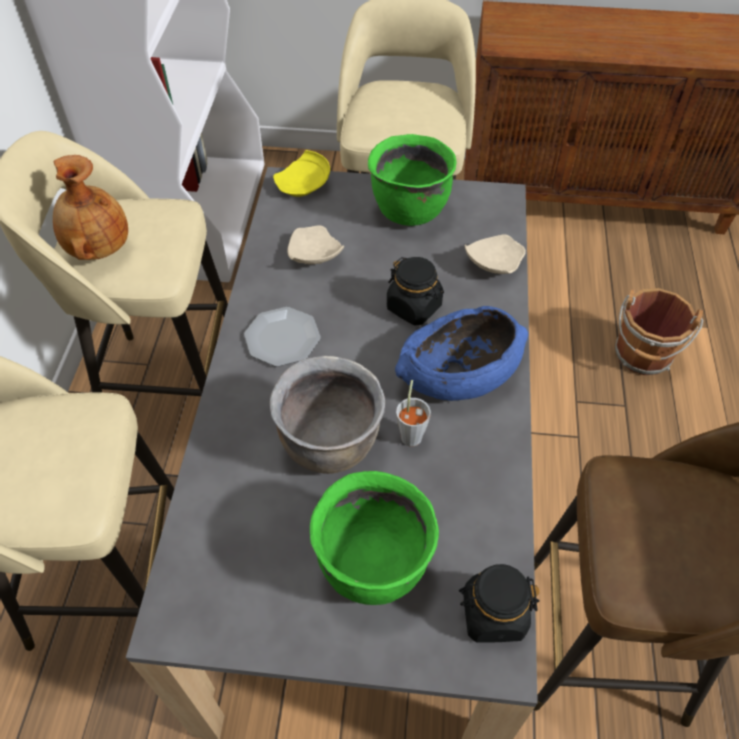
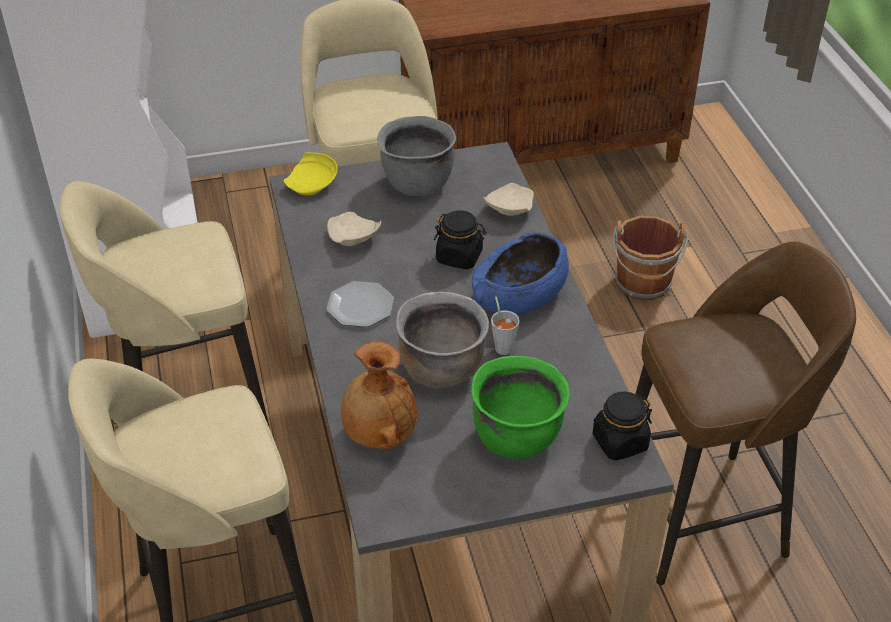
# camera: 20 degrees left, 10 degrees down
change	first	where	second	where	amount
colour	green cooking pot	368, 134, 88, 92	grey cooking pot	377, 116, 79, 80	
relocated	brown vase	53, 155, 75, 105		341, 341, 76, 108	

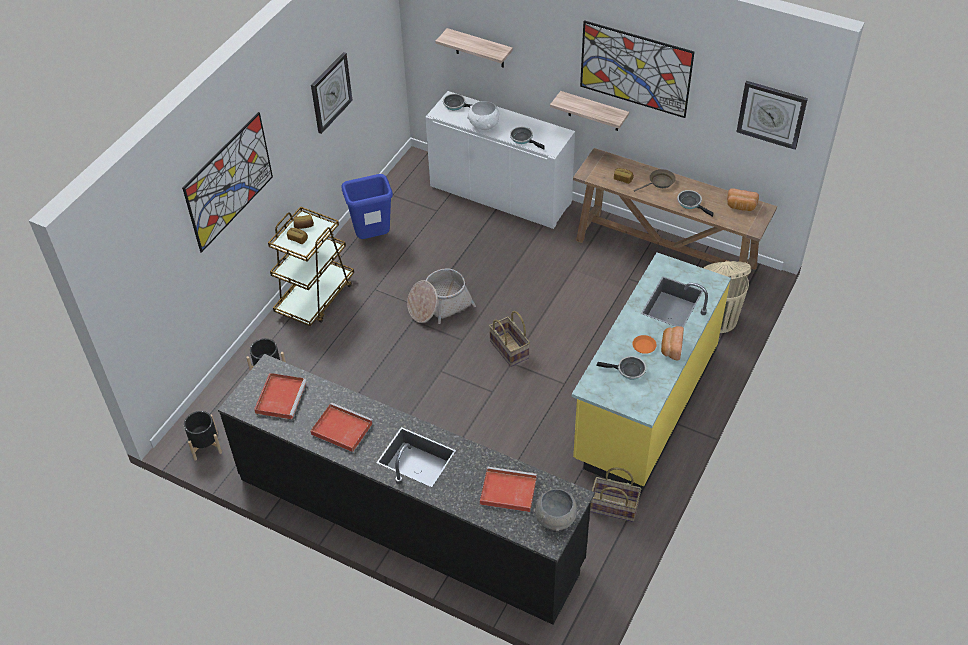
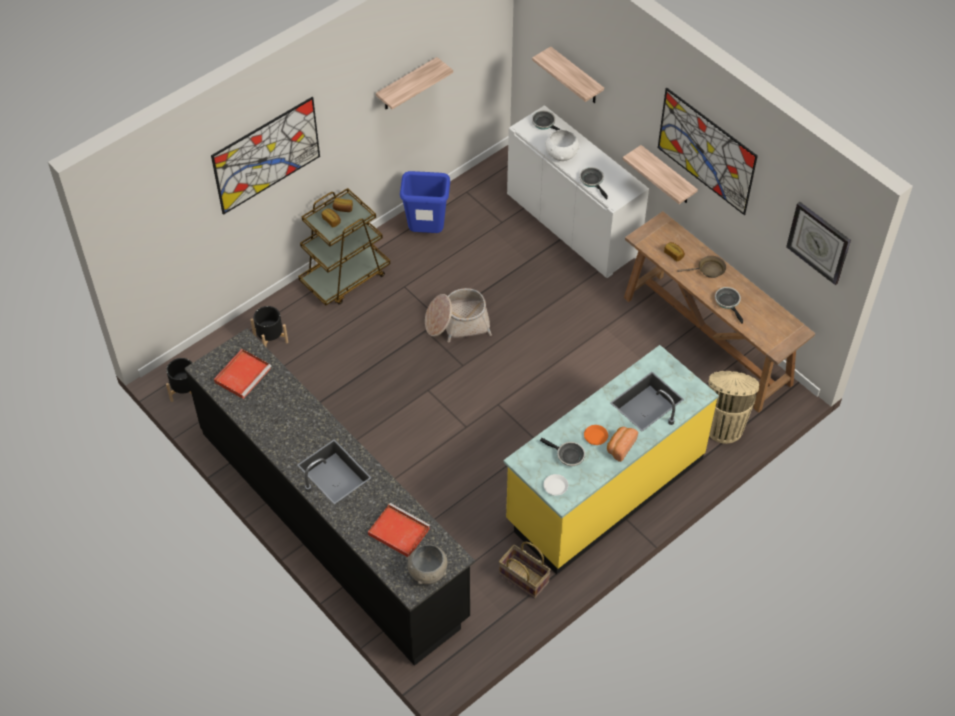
# camera: 20 degrees right, 5 degrees up
change	first	where	second	where	amount
exchanged	wall clock	311, 52, 42, 82	shelf	376, 57, 77, 52	
missing	bread	727, 188, 32, 23			
missing	basket	489, 311, 41, 56			
missing	red tray	311, 402, 62, 50			
appeared			white plate	543, 474, 25, 22	

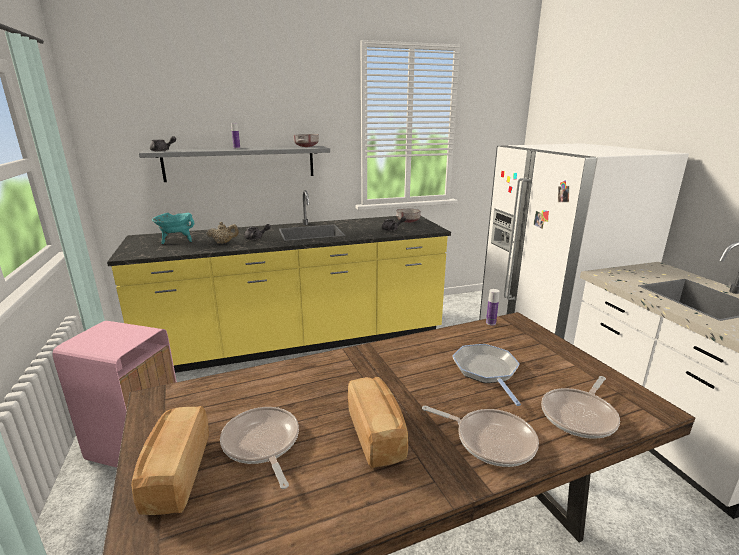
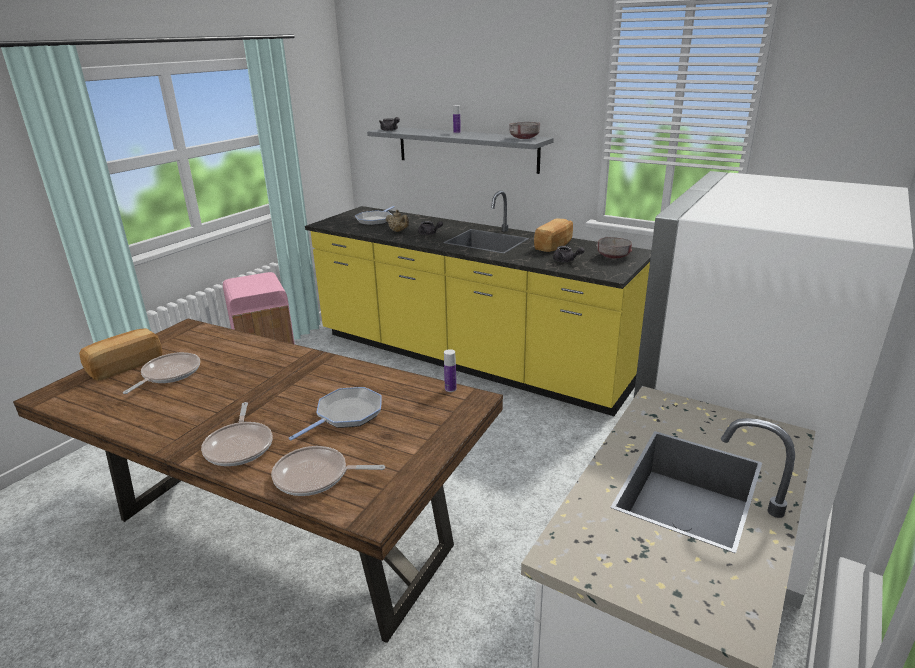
# camera: 50 degrees right, 5 degrees up
change	first	where	second	where	amount
exchanged	turquoise cooking pot	152, 213, 43, 31	frying pan	355, 206, 40, 19	
relocated	bread	348, 377, 60, 92		534, 218, 39, 34	

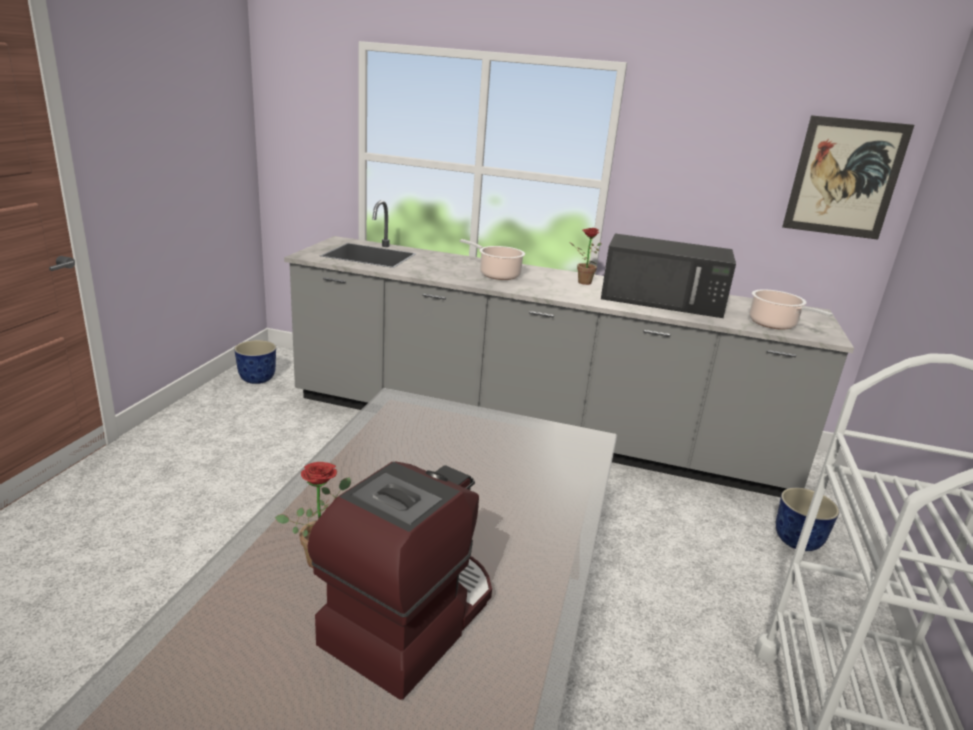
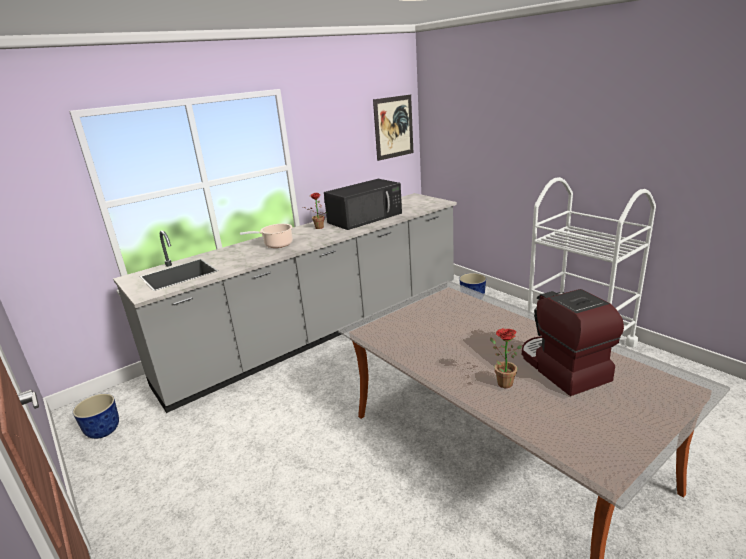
# camera: 50 degrees left, 0 degrees up
change	first	where	second	where	amount
missing	cooking pot	749, 289, 84, 41			

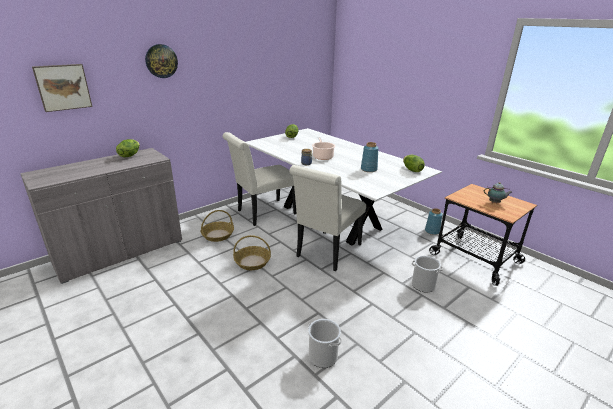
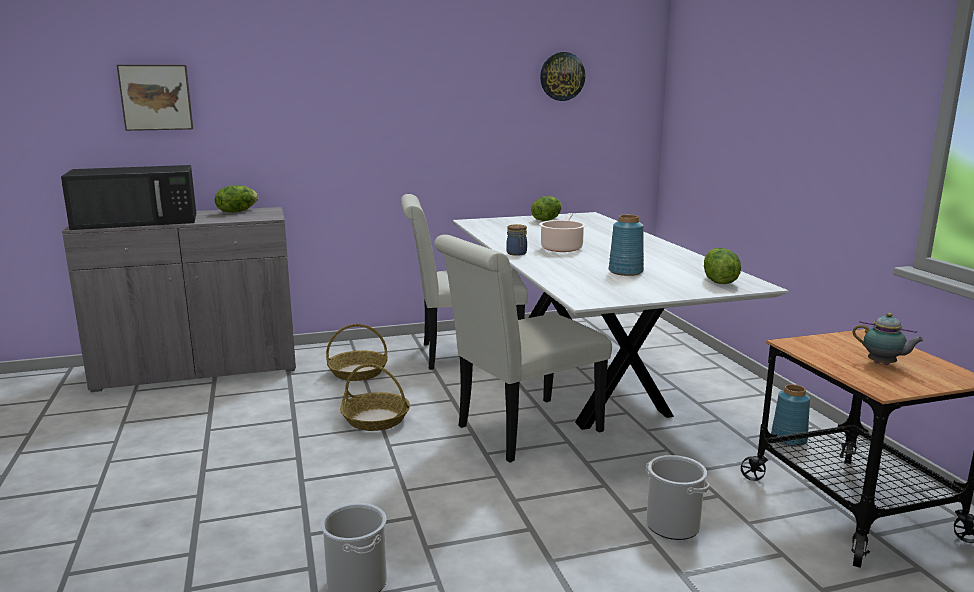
# camera: 25 degrees right, 10 degrees down
change	first	where	second	where	amount
relocated	wall clock	145, 44, 33, 34		540, 52, 45, 49	
appeared			black microwave	61, 165, 135, 65	

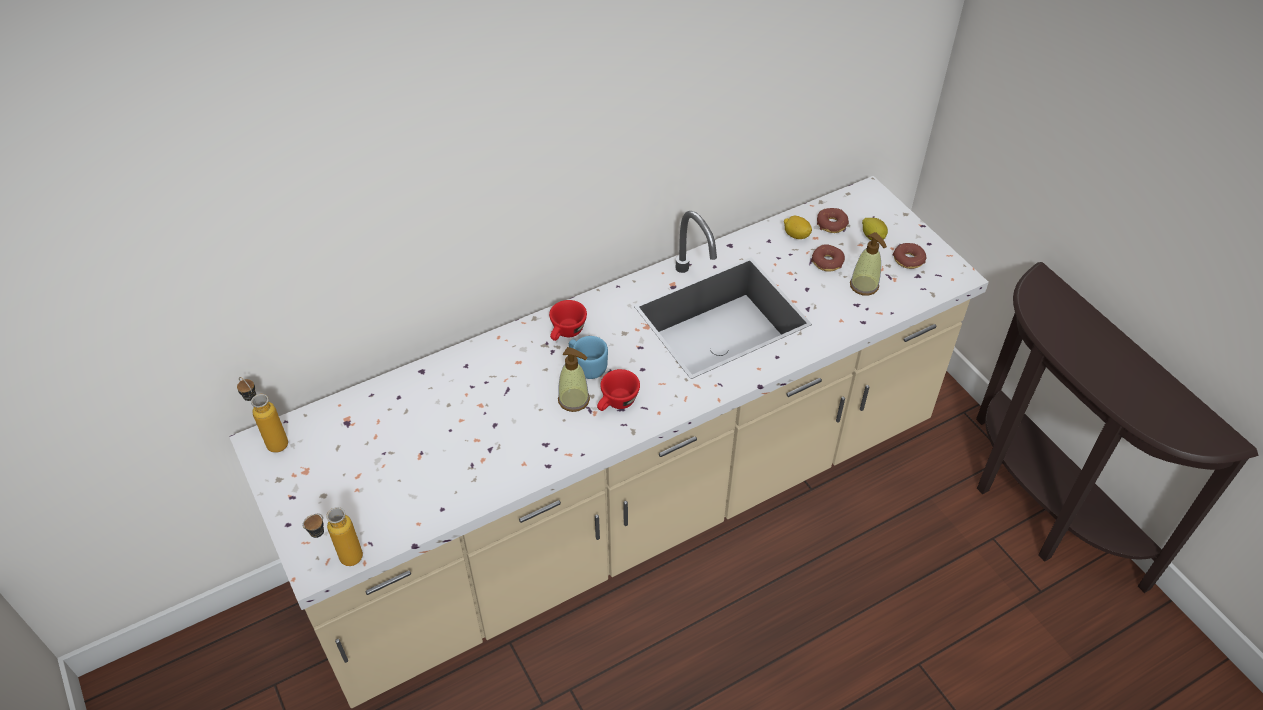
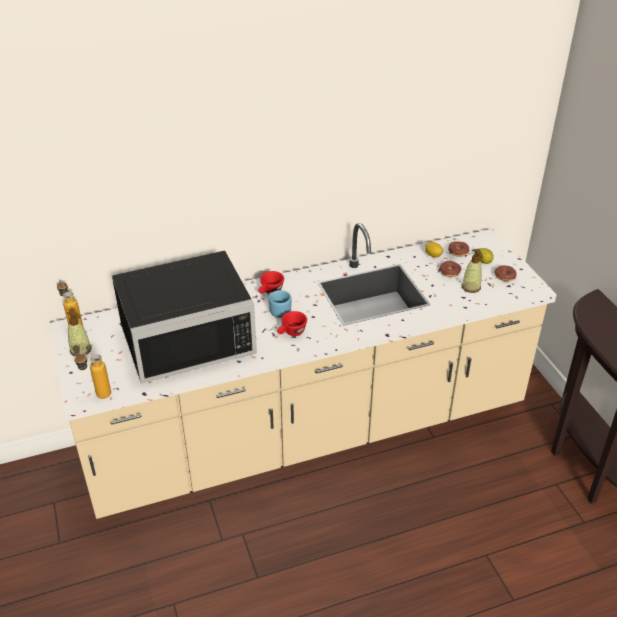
# camera: 10 degrees right, 10 degrees down
change	first	where	second	where	amount
relocated	soap dispenser	558, 347, 32, 65		66, 310, 25, 47	
appeared			black microwave	112, 251, 145, 132	

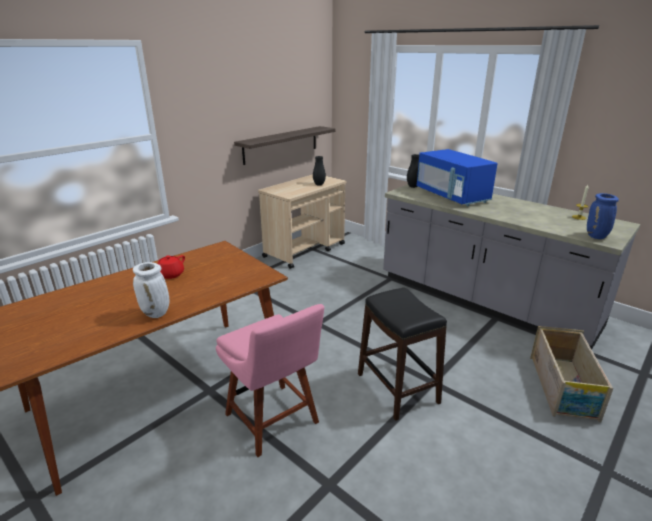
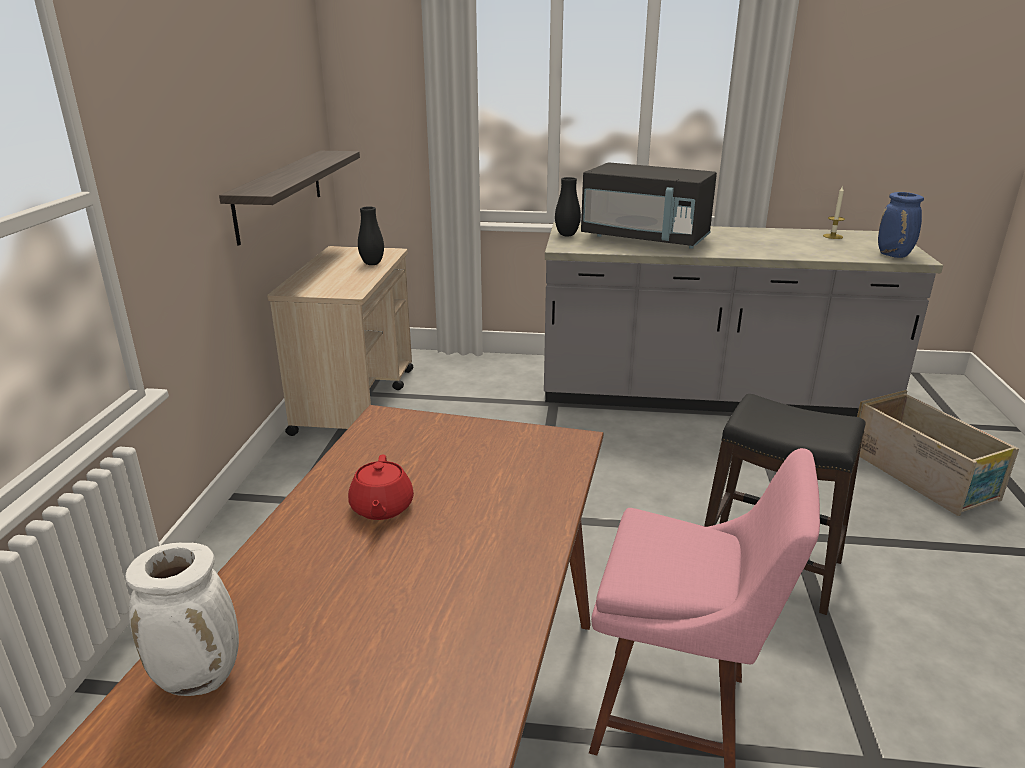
# camera: 35 degrees left, 0 degrees up
change	first	where	second	where	amount
colour	blue microwave	417, 149, 81, 57	black microwave	581, 162, 136, 87	
relocated	white vase	133, 262, 36, 56		126, 543, 113, 153	

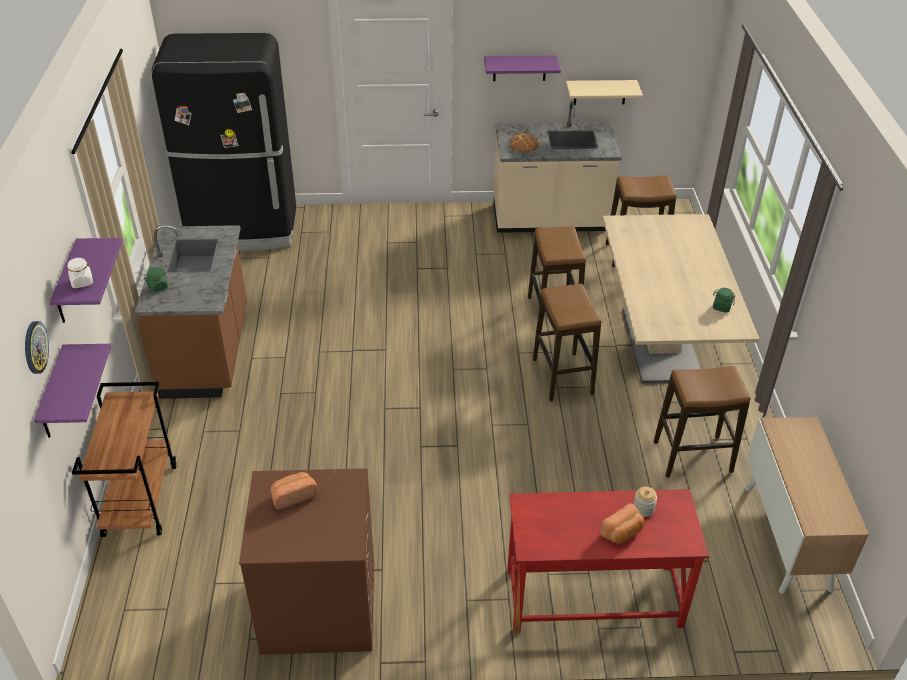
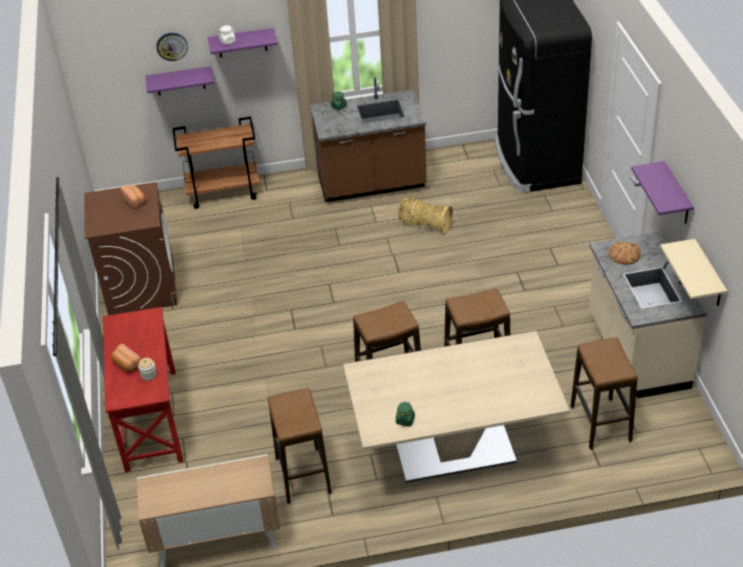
# camera: 85 degrees right, 0 degrees up
change	first	where	second	where	amount
appeared			basket	398, 197, 55, 36	

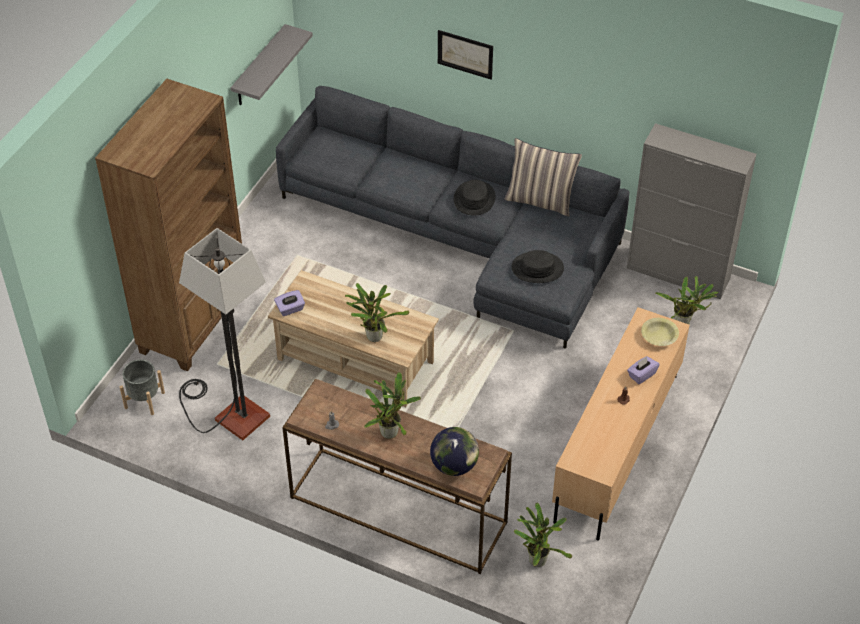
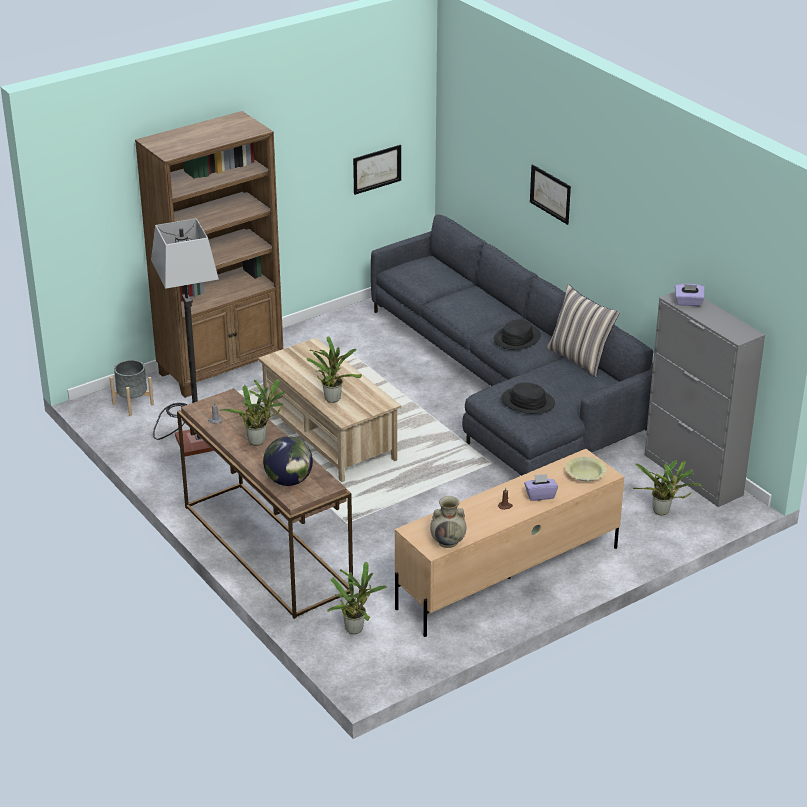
# camera: 30 degrees right, 15 degrees down
change	first	where	second	where	amount
exchanged	grey shelf	231, 24, 82, 81	picture	353, 145, 48, 50	
relocated	purple tissue box	274, 290, 31, 26		675, 284, 30, 22	
appeared			beige vase	430, 496, 36, 52	

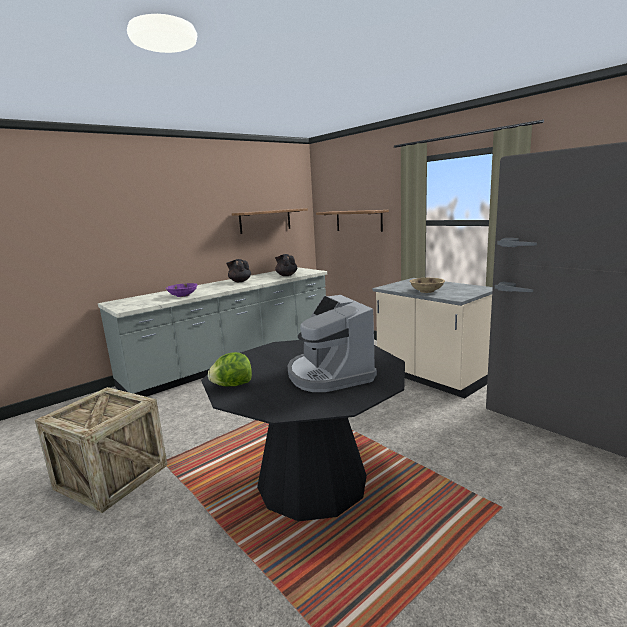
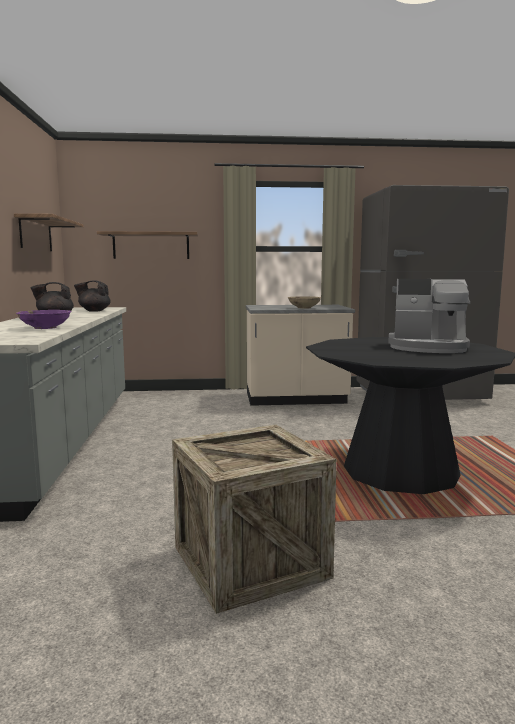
# camera: 55 degrees left, 5 degrees down
change	first	where	second	where	amount
missing	lettuce	208, 352, 44, 34			

